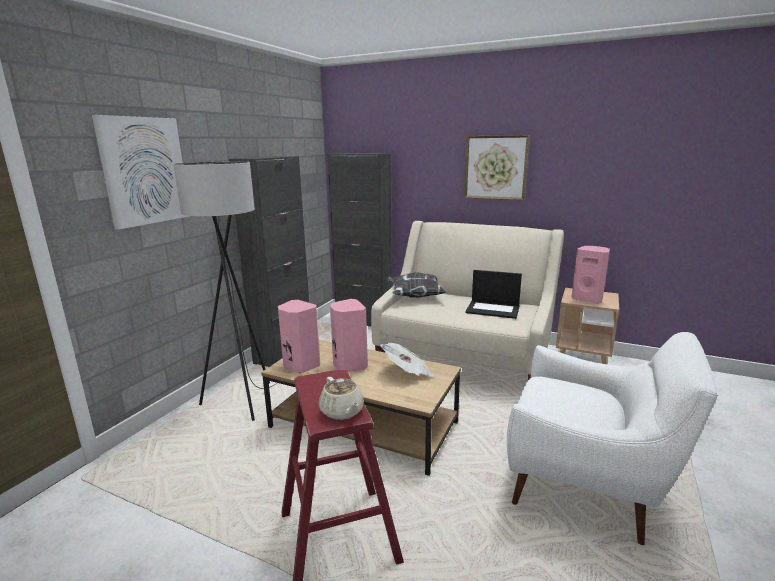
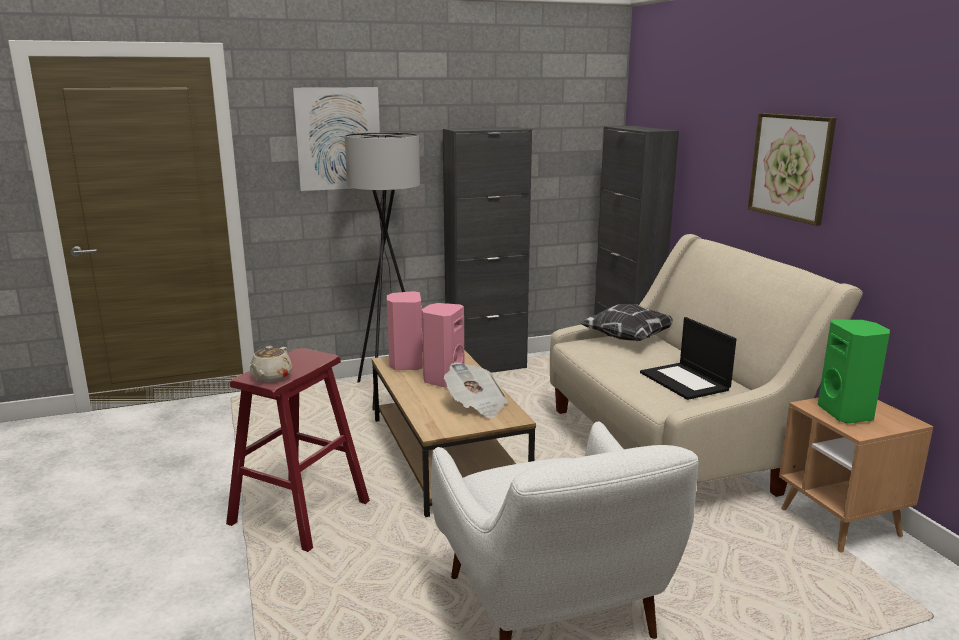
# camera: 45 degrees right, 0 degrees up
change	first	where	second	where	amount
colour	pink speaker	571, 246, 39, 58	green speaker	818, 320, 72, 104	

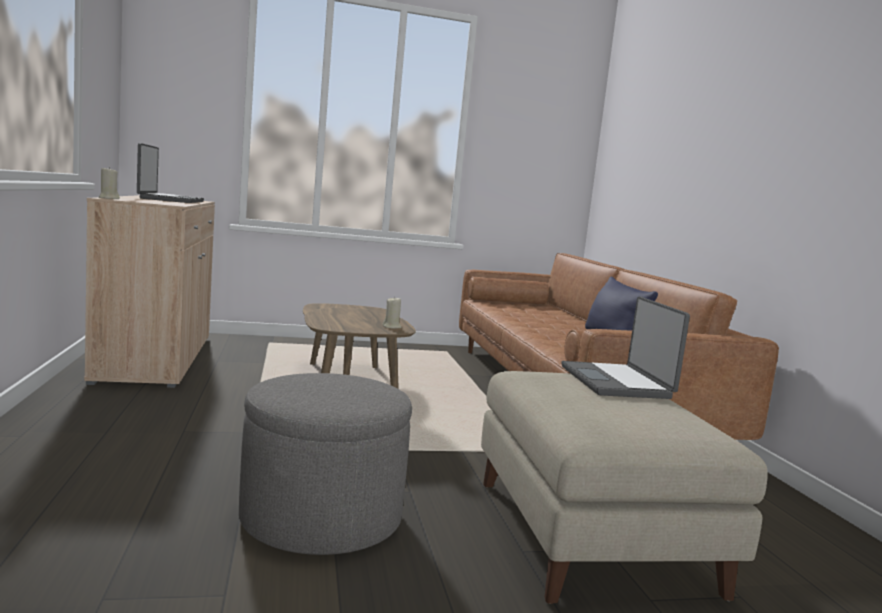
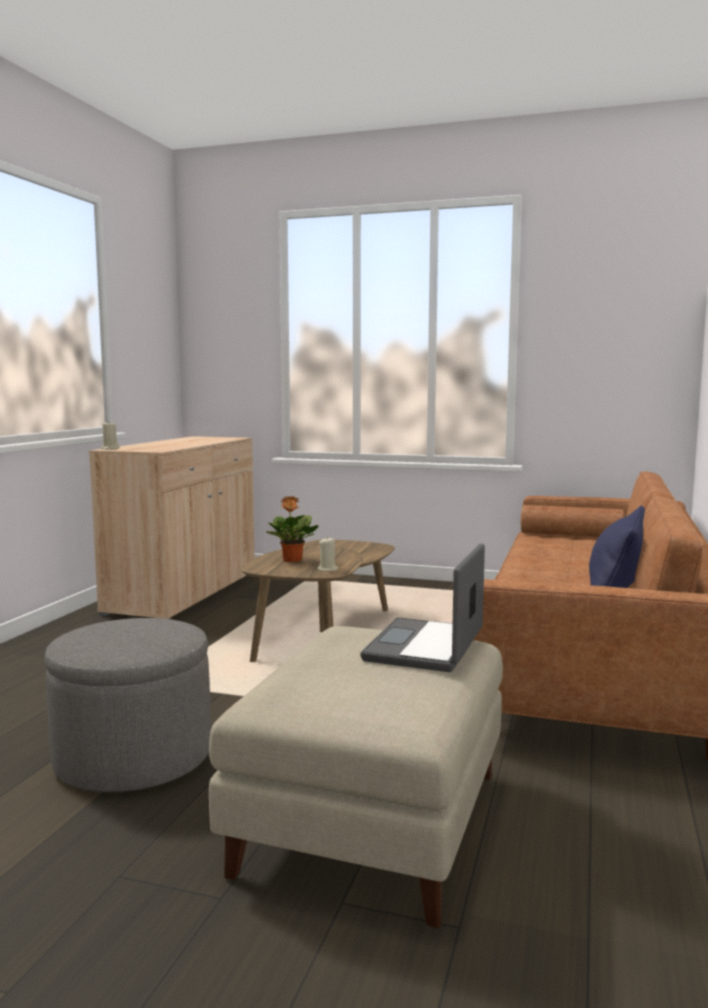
# camera: 30 degrees right, 0 degrees up
change	first	where	second	where	amount
missing	laptop	137, 143, 67, 60			
appeared			potted plant	266, 496, 53, 66	

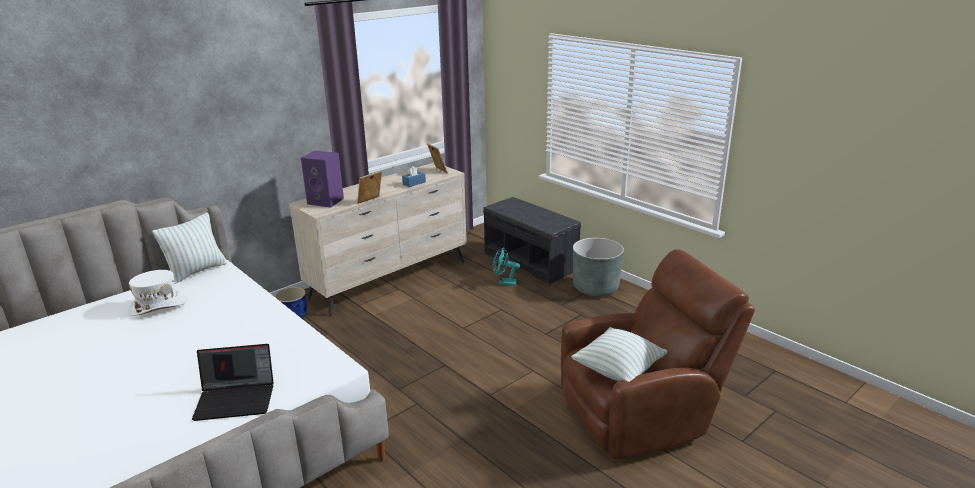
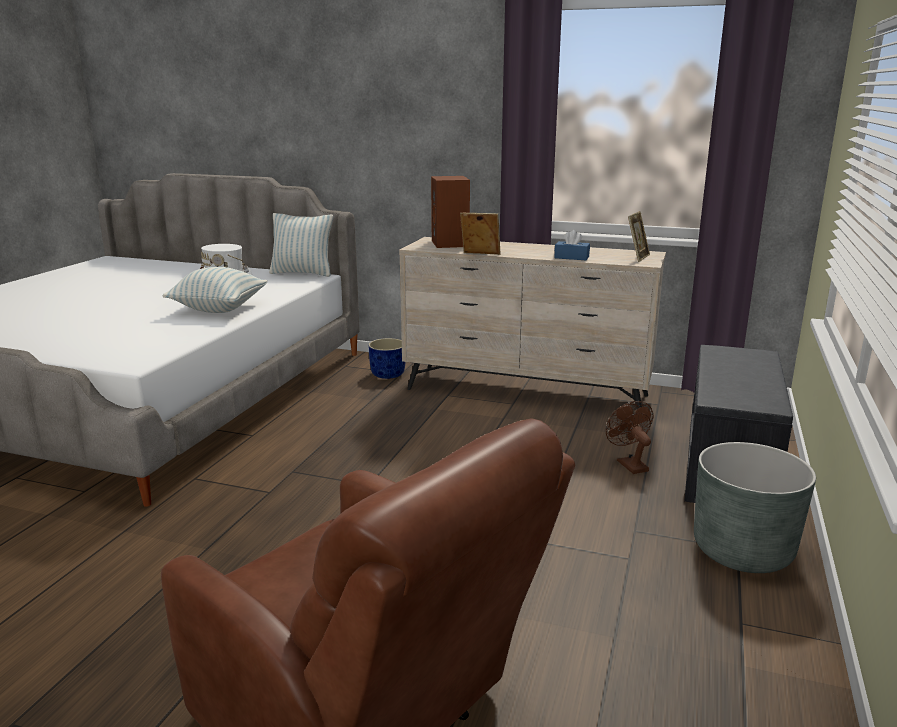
# camera: 60 degrees right, 5 degrees down
change	first	where	second	where	amount
colour	purple speaker	301, 150, 43, 58	brown speaker	431, 176, 39, 72	
colour	turquoise fan	493, 247, 27, 39	brown fan	606, 401, 48, 73	
relocated	pillow	571, 327, 96, 55		163, 267, 105, 46	
missing	laptop	192, 344, 82, 77			

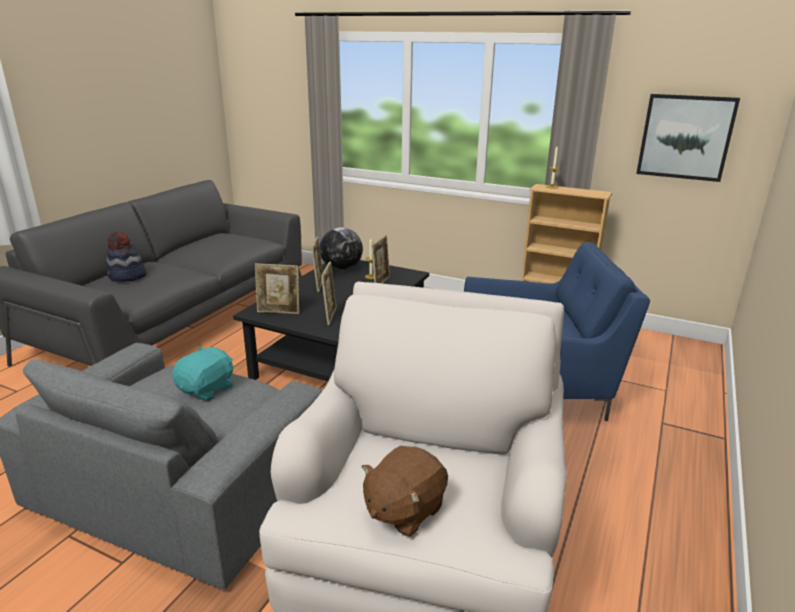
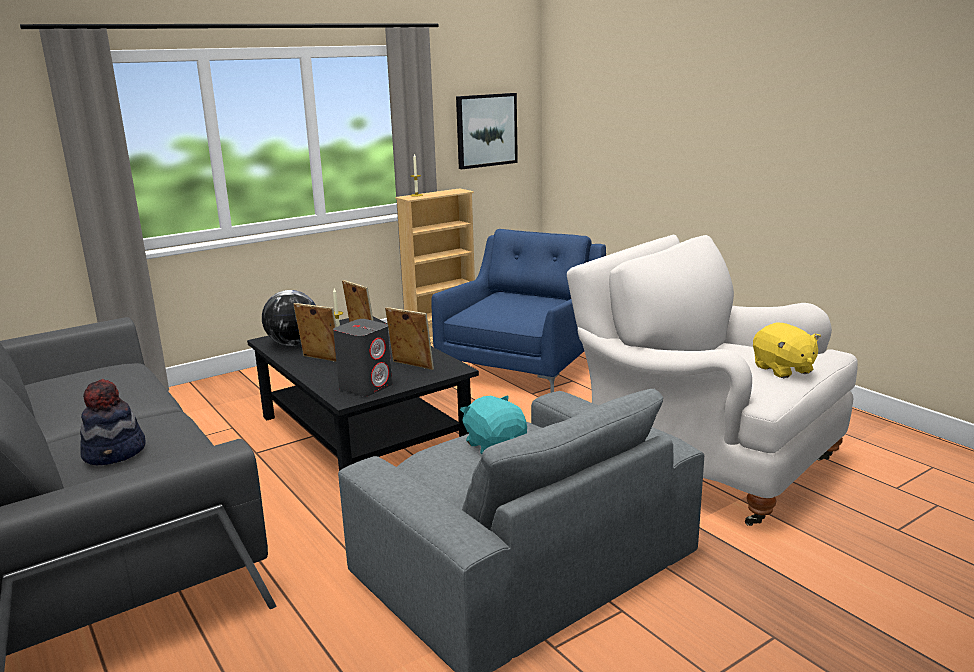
# camera: 60 degrees left, 5 degrees down
change	first	where	second	where	amount
exchanged	picture frame	255, 263, 44, 51	grey speaker	333, 319, 59, 78	
colour	brown plush toy	361, 445, 87, 92	yellow plush toy	753, 322, 68, 56	

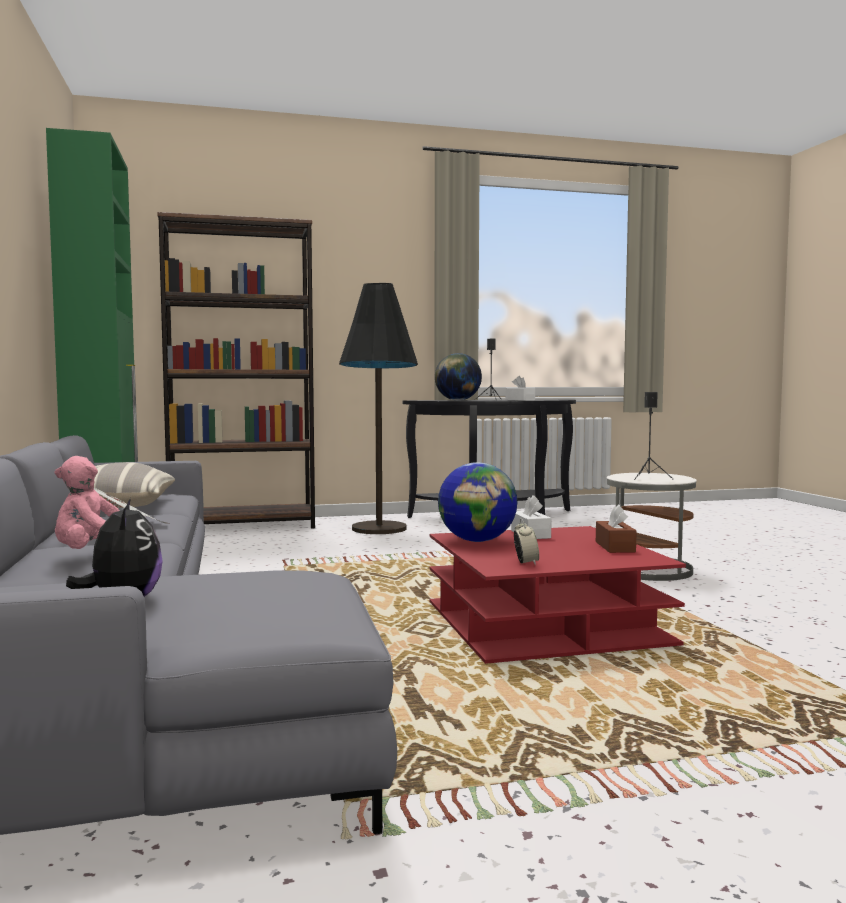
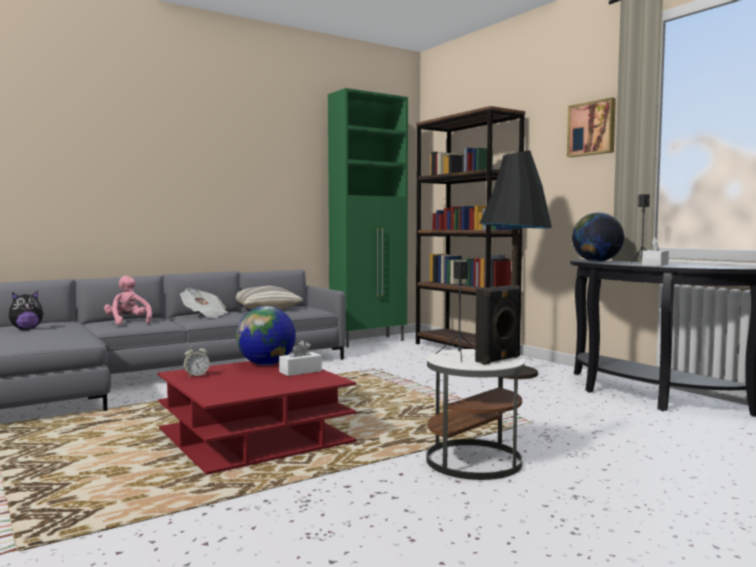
# camera: 70 degrees right, 0 degrees up
change	first	where	second	where	amount
missing	brown tissue box	596, 505, 41, 48			
appeared			picture	567, 97, 49, 60	
appeared			black speaker	475, 285, 45, 79	

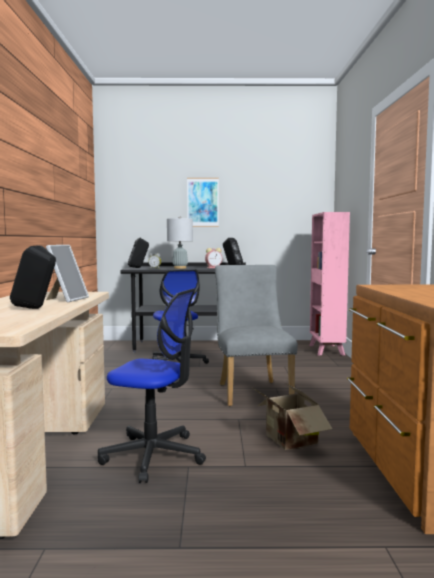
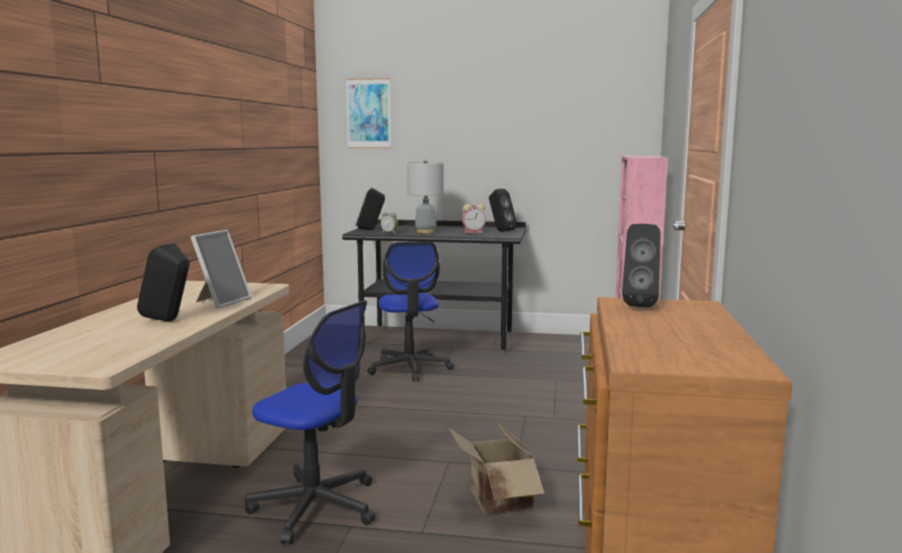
# camera: 10 degrees right, 5 degrees up
change	first	where	second	where	amount
relocated	picture	187, 178, 32, 49		346, 78, 45, 70	
missing	grey chair	215, 265, 83, 141			
appeared			black speaker	622, 224, 38, 83	

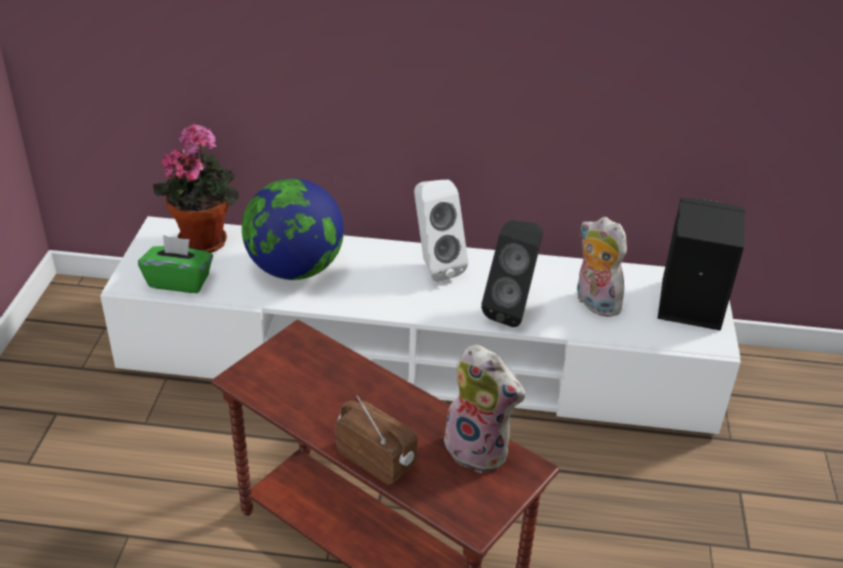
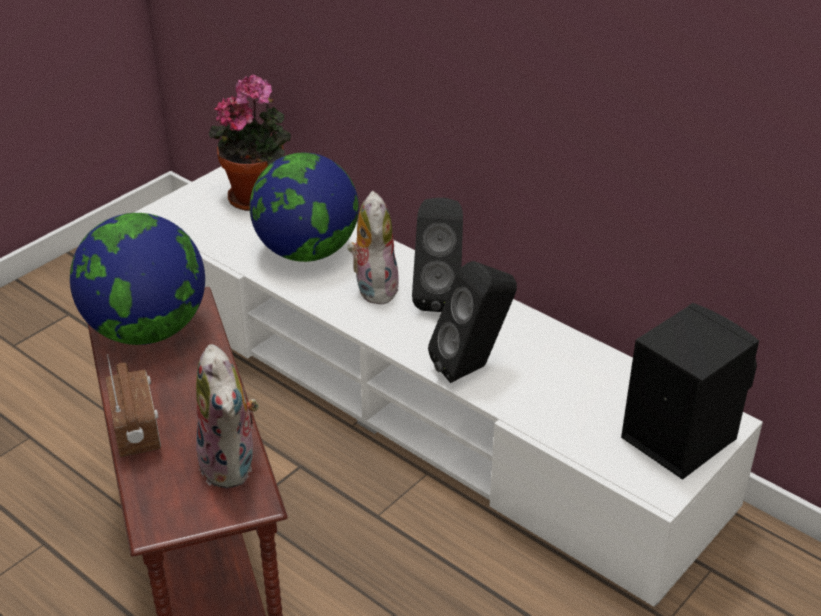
# camera: 35 degrees right, 0 degrees up
change	first	where	second	where	amount
colour	white speaker	414, 179, 54, 103	black speaker	412, 198, 51, 114	
relocated	plush toy	577, 217, 50, 100		347, 191, 52, 114	
missing	green tissue box	138, 235, 75, 58			
appeared			globe	70, 213, 135, 132	

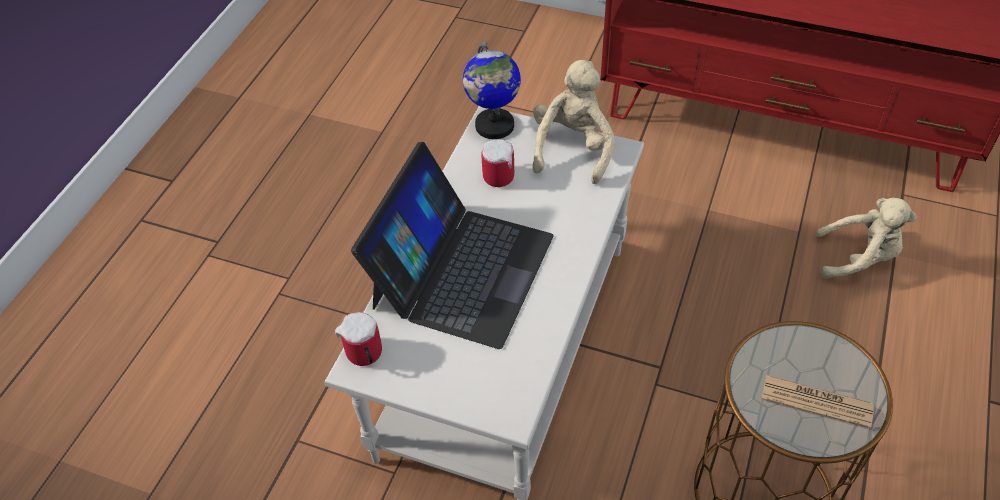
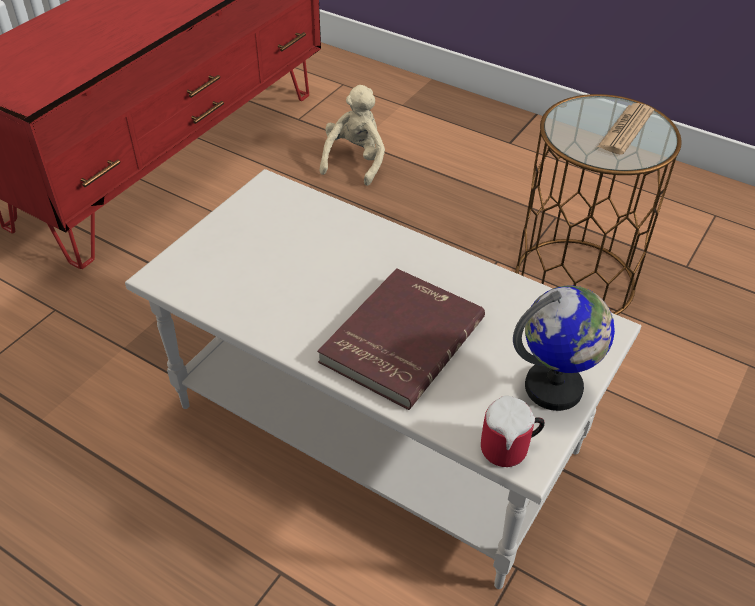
# camera: 80 degrees left, 5 degrees down
change	first	where	second	where	amount
relocated	globe	463, 41, 58, 98		513, 286, 102, 125	
missing	beige plush toy	533, 60, 82, 124			
missing	mug	481, 139, 33, 48			
exchanged	laptop	351, 142, 203, 207	red book	317, 268, 168, 142	

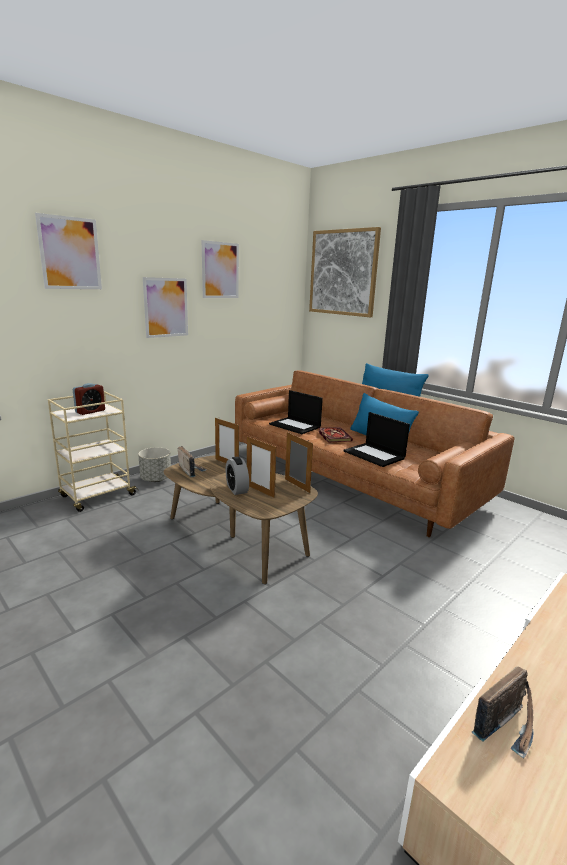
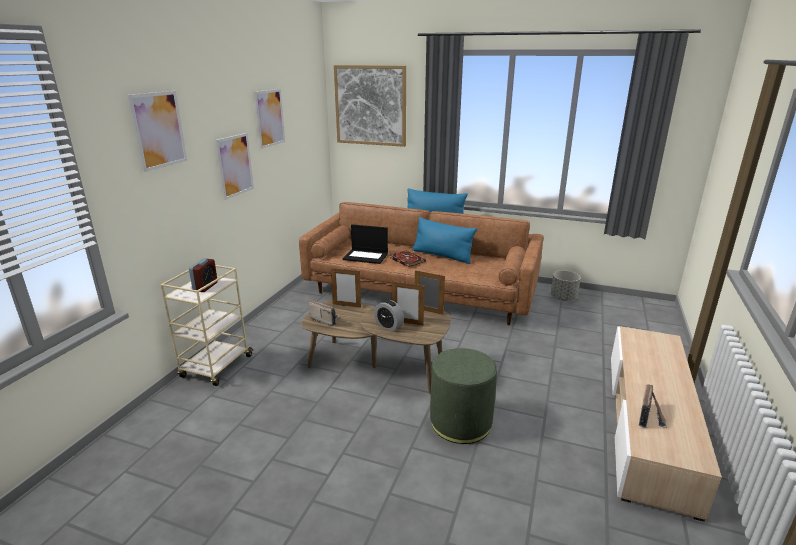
# camera: 25 degrees left, 5 degrees up
change	first	where	second	where	amount
missing	laptop	344, 412, 66, 55			
relocated	grey planter	138, 447, 33, 35		551, 270, 30, 31	
appeared			green ottoman	430, 348, 67, 96	

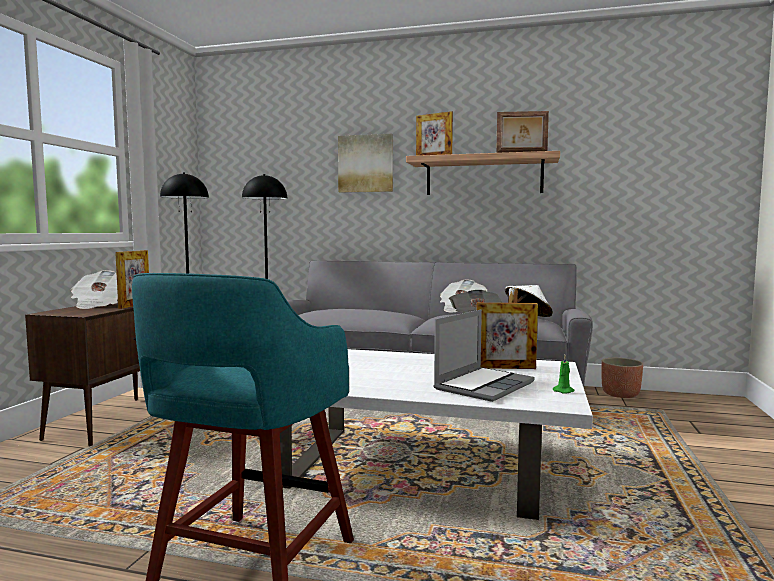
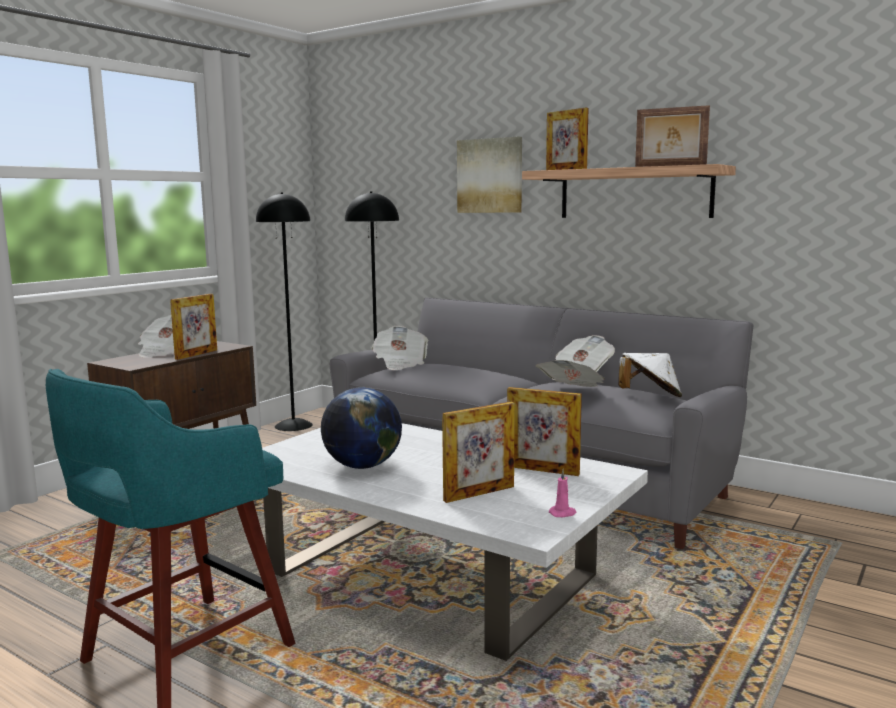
# camera: 20 degrees right, 5 degrees up
change	first	where	second	where	amount
exchanged	laptop	433, 309, 101, 93	picture frame	442, 402, 73, 101	
colour	green candle	553, 355, 22, 39	pink candle	549, 470, 28, 47	
missing	planter	602, 358, 41, 40			
appeared			newspaper	372, 326, 56, 44	
appeared			globe	321, 387, 81, 82	

